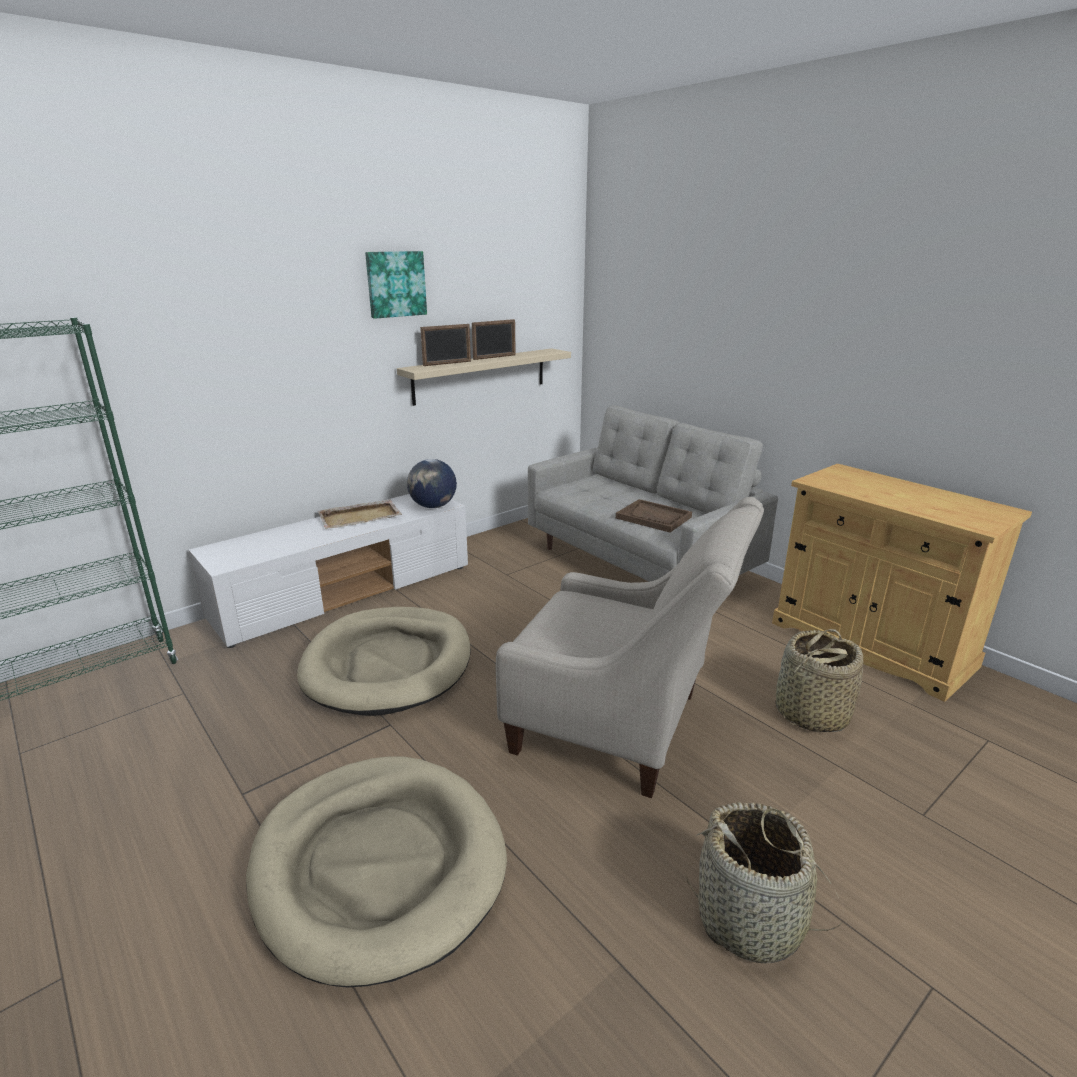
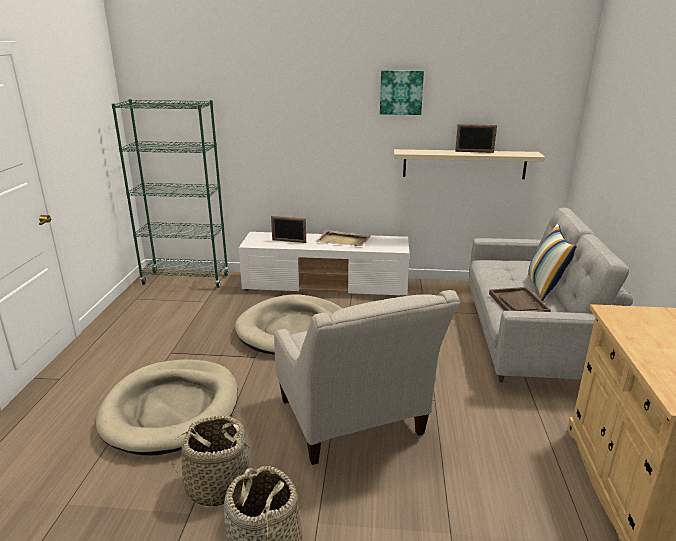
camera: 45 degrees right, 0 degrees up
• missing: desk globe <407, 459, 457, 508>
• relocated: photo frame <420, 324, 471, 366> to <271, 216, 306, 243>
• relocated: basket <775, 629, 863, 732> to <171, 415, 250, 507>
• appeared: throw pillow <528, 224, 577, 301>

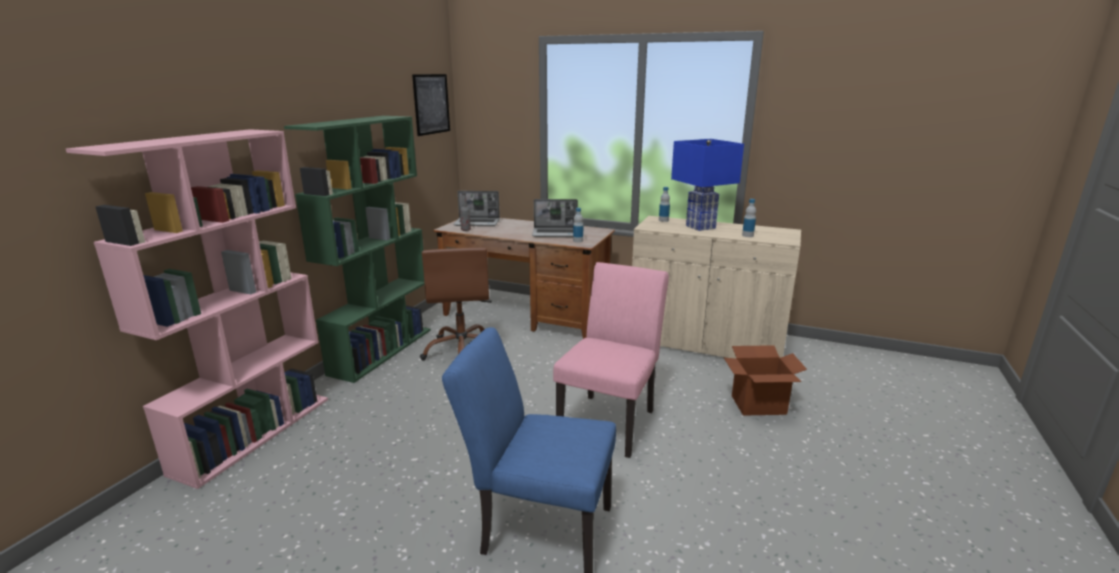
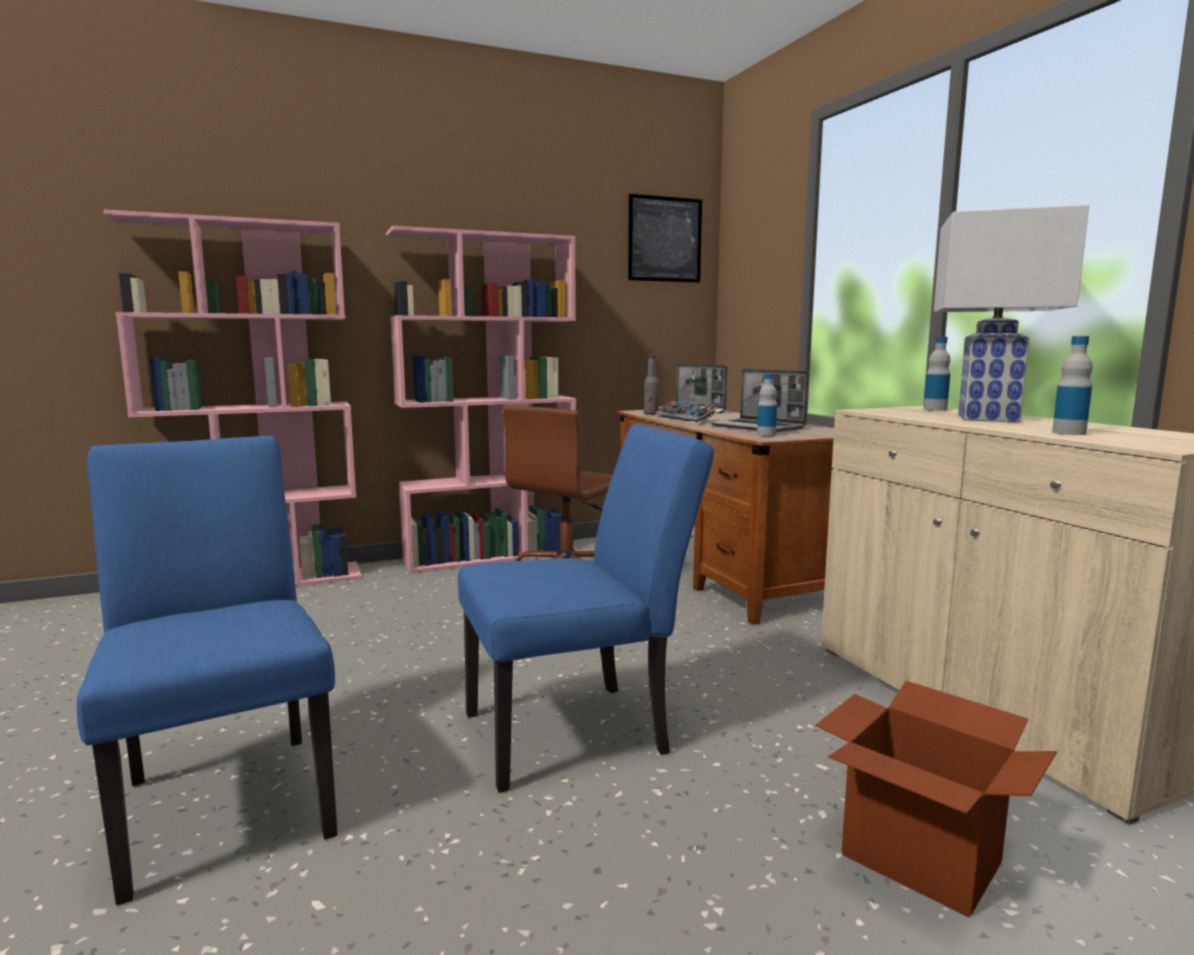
camera: 45 degrees right, 10 degrees down
• colour: bookshelf (green) <284, 116, 431, 383> to bookshelf (pinkish) <386, 226, 577, 573>
• colour: chair (pinkish) <553, 262, 669, 458> to chair (bluish) <458, 424, 714, 793>
• colour: lamp for a table (bluish) <671, 139, 744, 231> to lamp for a table (white) <934, 205, 1089, 422>
• appeared: keyboard <656, 401, 723, 424>

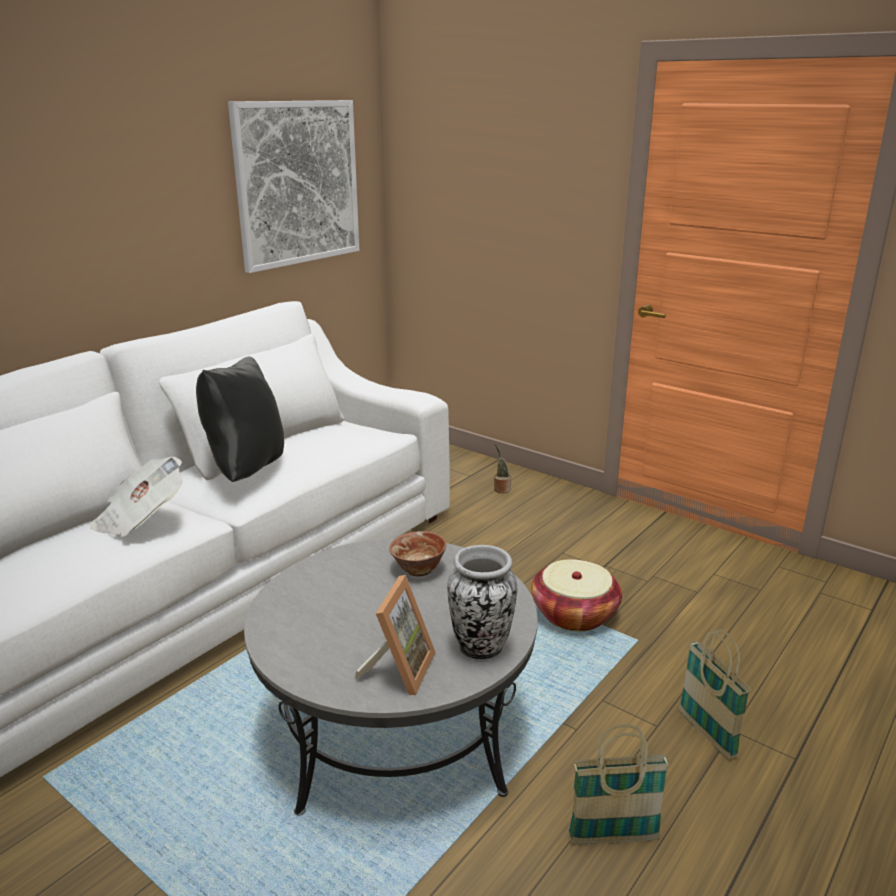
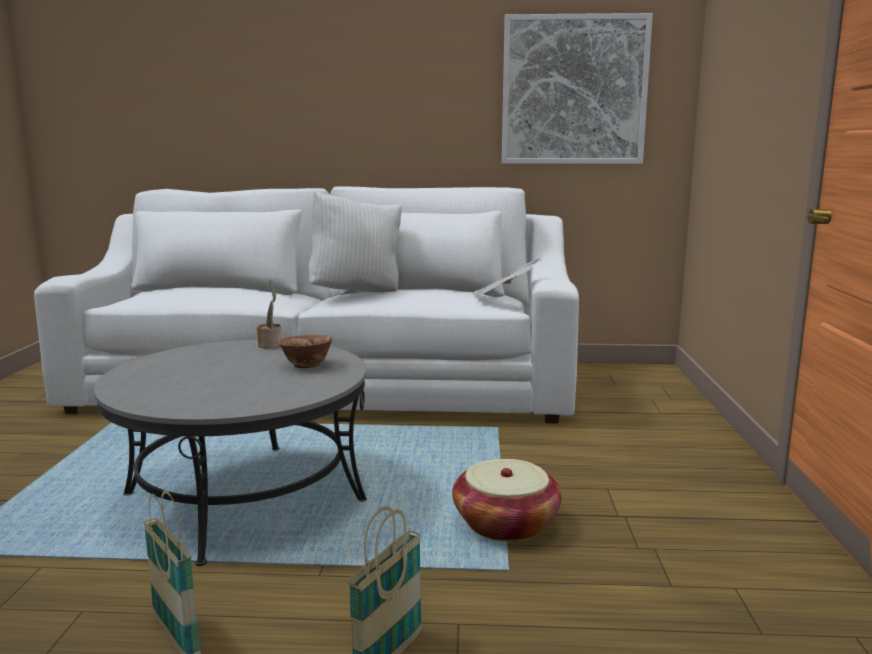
camera: 55 degrees right, 10 degrees down
• relocated: printed paper <90, 457, 183, 537> to <472, 258, 542, 296>
• colour: throw pillow (black) <196, 356, 284, 482> to throw pillow (white) <308, 191, 402, 292>
• missing: photo frame <355, 575, 436, 695>
• missing: vase <447, 545, 517, 660>
• relocated: houseplant <494, 444, 511, 493> to <257, 280, 281, 348>

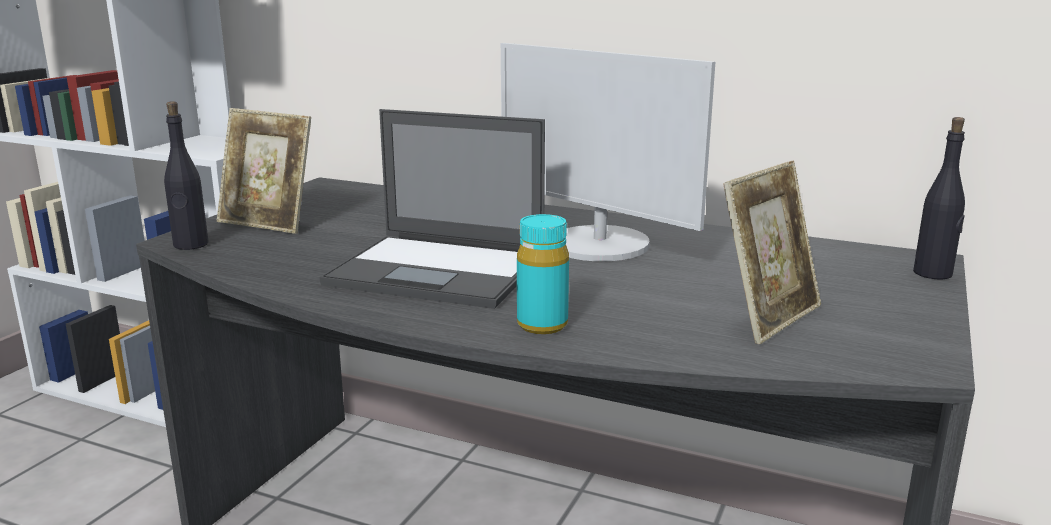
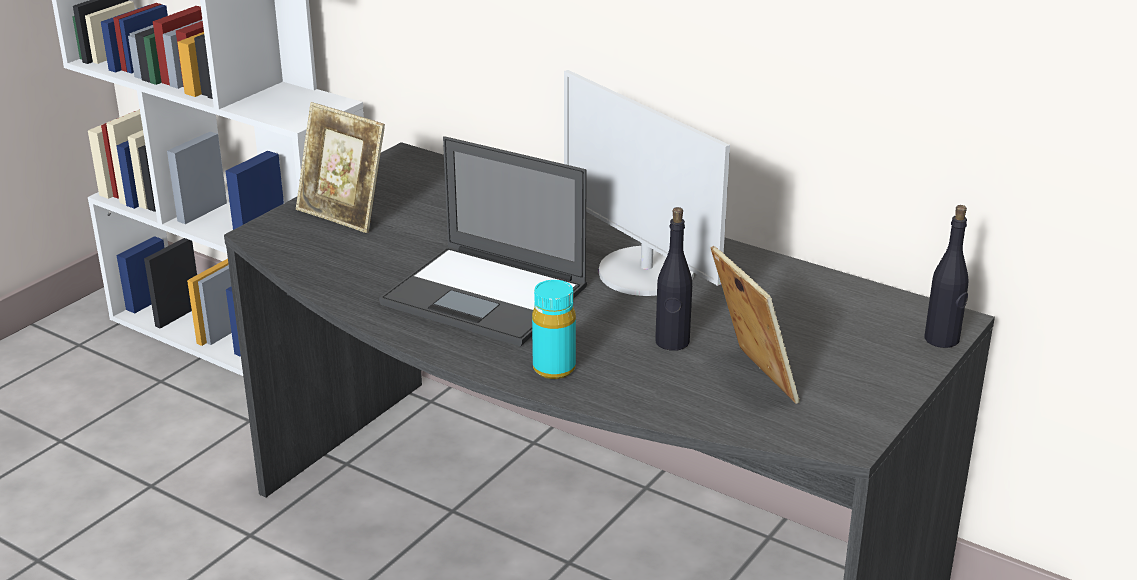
camera: 10 degrees right, 10 degrees up
• relocated: bottle (black) <164, 101, 209, 250> to <655, 207, 692, 351>
• spun: photo frame <723, 160, 821, 344> = <711, 246, 800, 404> 75 degrees counterclockwise

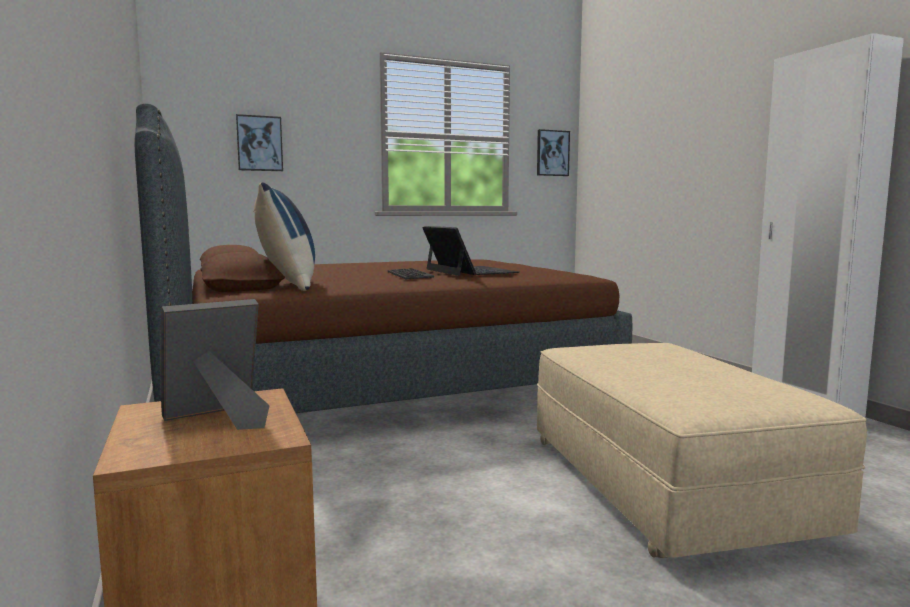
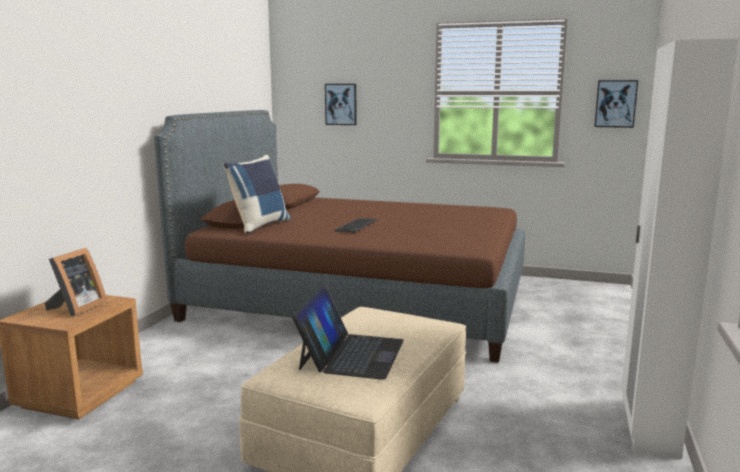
camera: 40 degrees right, 5 degrees up
• spun: photo frame <161, 299, 270, 430> = <44, 248, 107, 316> 105 degrees clockwise
• relocated: notebook computer <422, 226, 519, 276> to <292, 285, 404, 380>

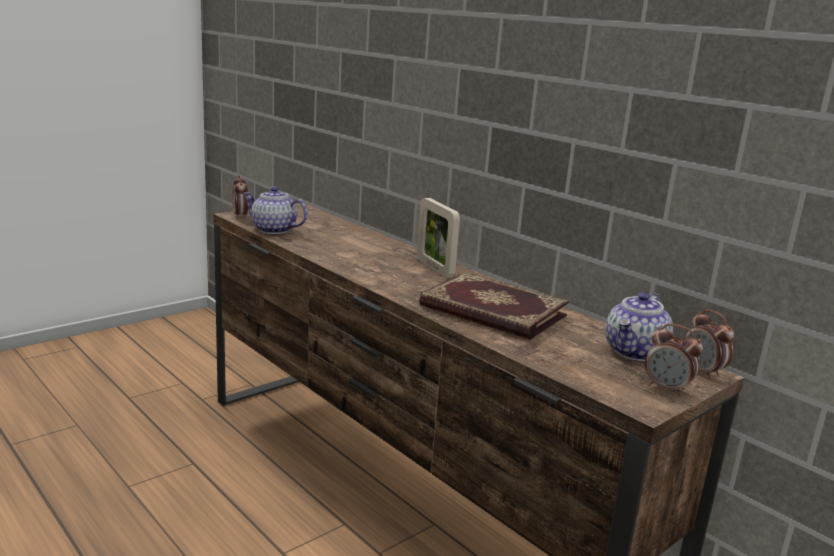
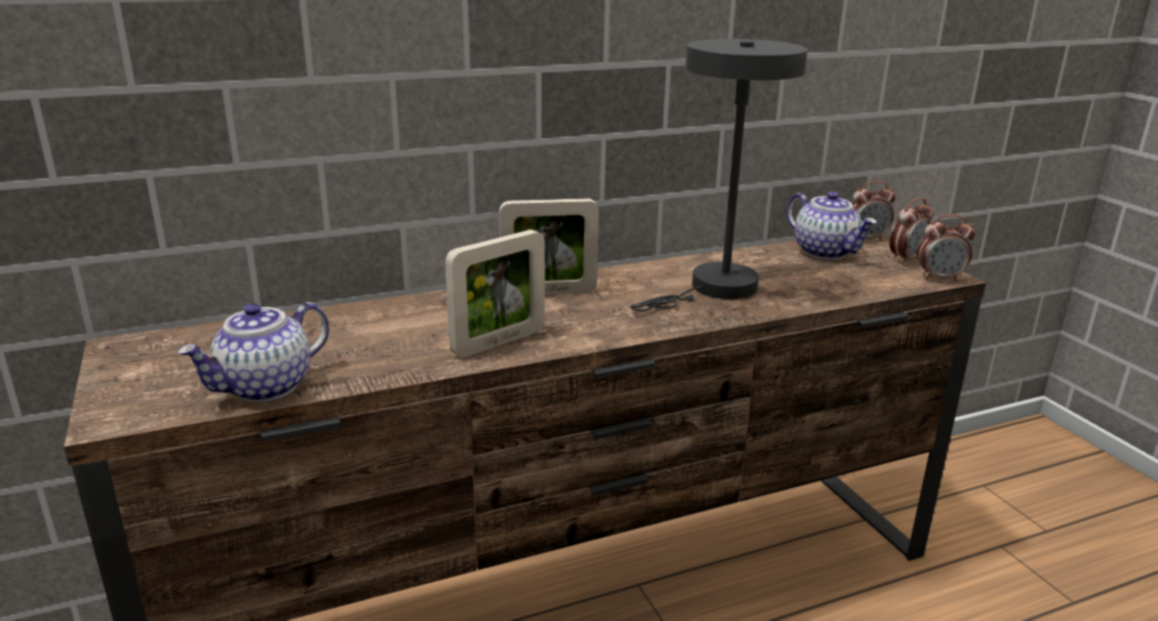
camera: 70 degrees left, 5 degrees up
• relocated: table clock <233, 174, 248, 219> to <917, 214, 975, 282>
• exchanged: bound book <419, 272, 569, 340> to lamp for a table (grey) <630, 39, 808, 311>
• appeared: photo frame <445, 230, 545, 358>

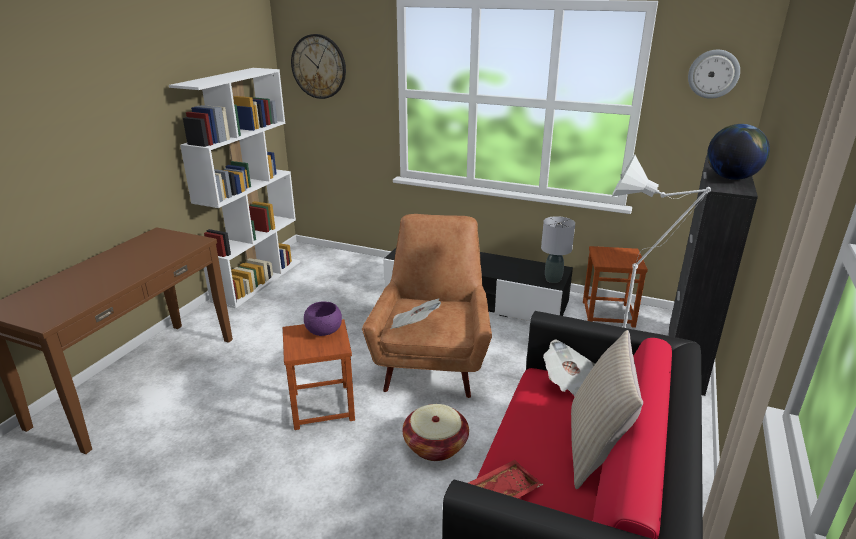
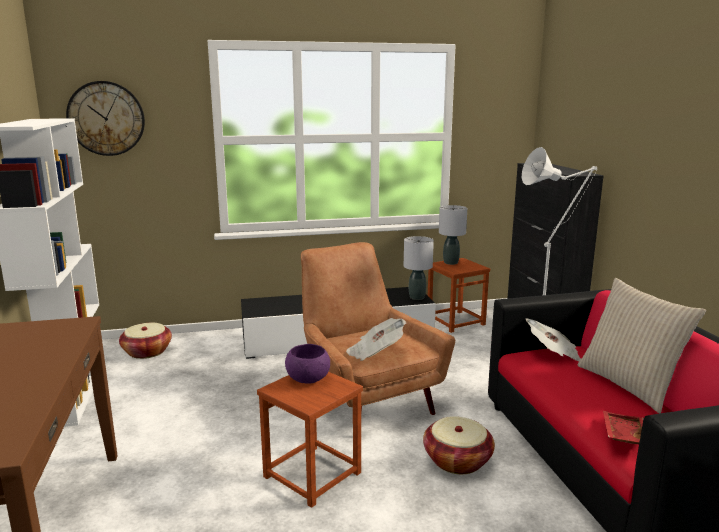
camera: 35 degrees left, 10 degrees down
• missing: clock on the wall <688, 50, 740, 99>
• missing: desk globe <707, 124, 770, 180>
• appeared: basket <119, 323, 172, 359>
• appeared: lamp for a table (grey) <439, 205, 467, 265>

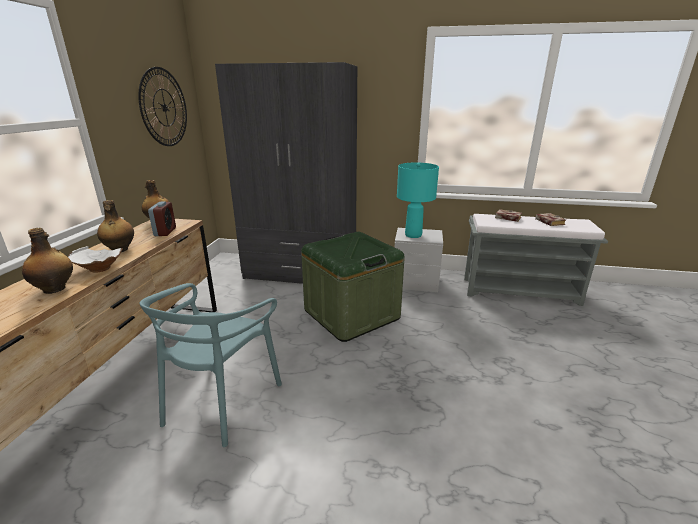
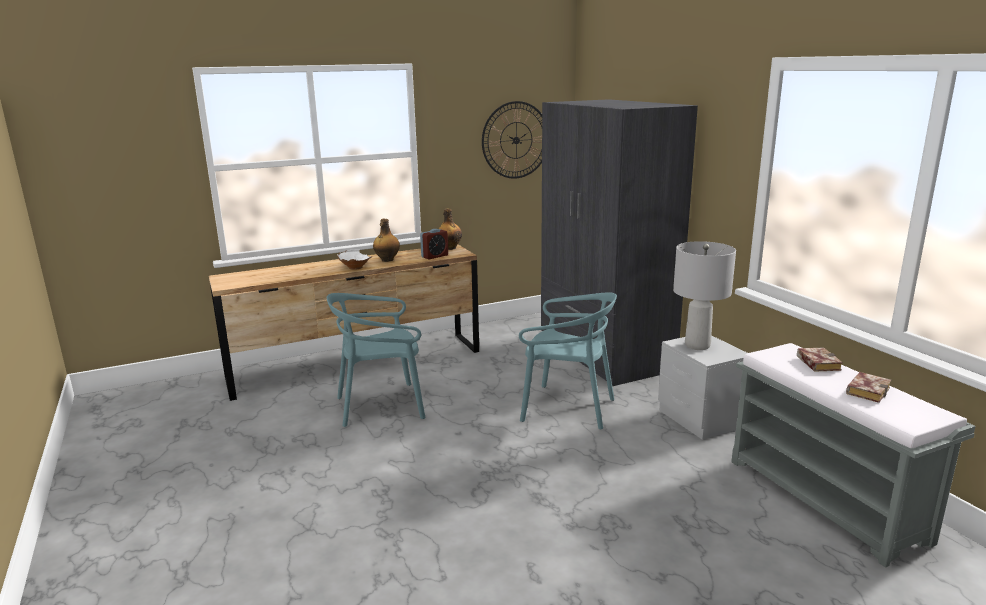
camera: 55 degrees right, 5 degrees down
• missing: bottle <22, 228, 73, 294>
• exchanged: storage container (green) <301, 232, 405, 342> to chair (turquoise-coloured) <519, 292, 617, 430>
• colour: lamp for a table (turquoise-coloured) <397, 163, 439, 238> to lamp for a table (grey) <673, 241, 736, 350>

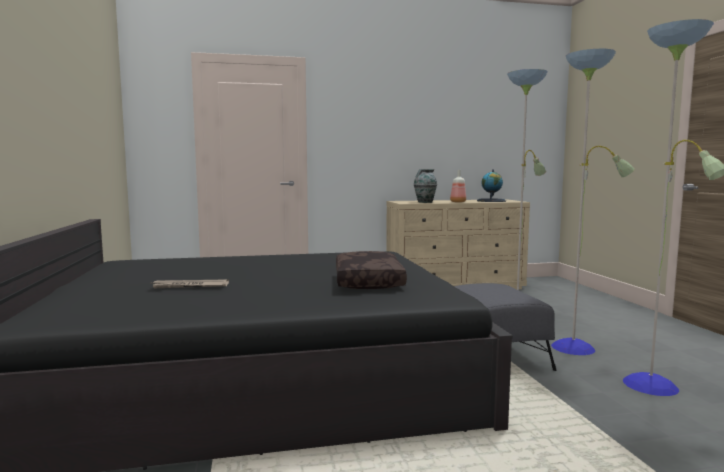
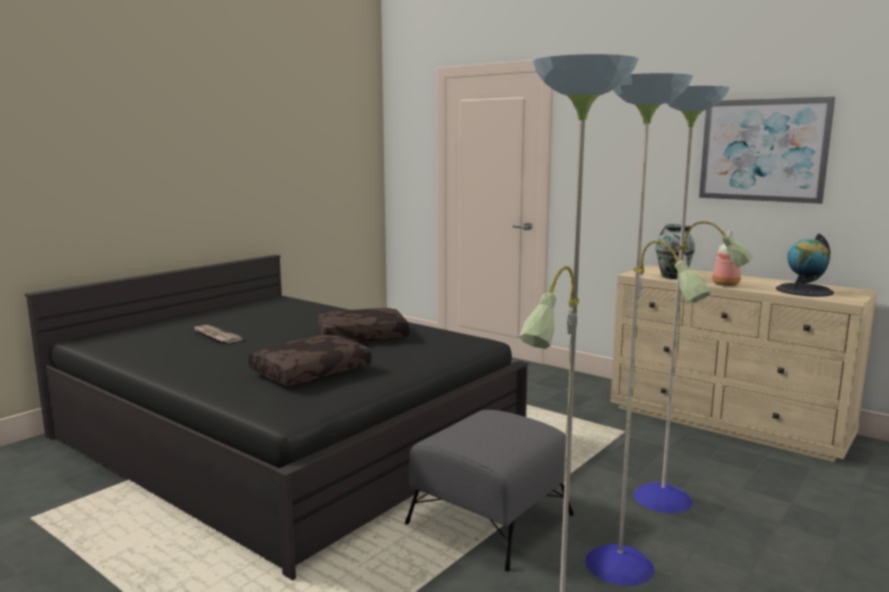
camera: 50 degrees right, 5 degrees up
• appeared: throw pillow (brown-coloured) <317, 308, 409, 342>
• appeared: wall art <699, 97, 835, 204>

